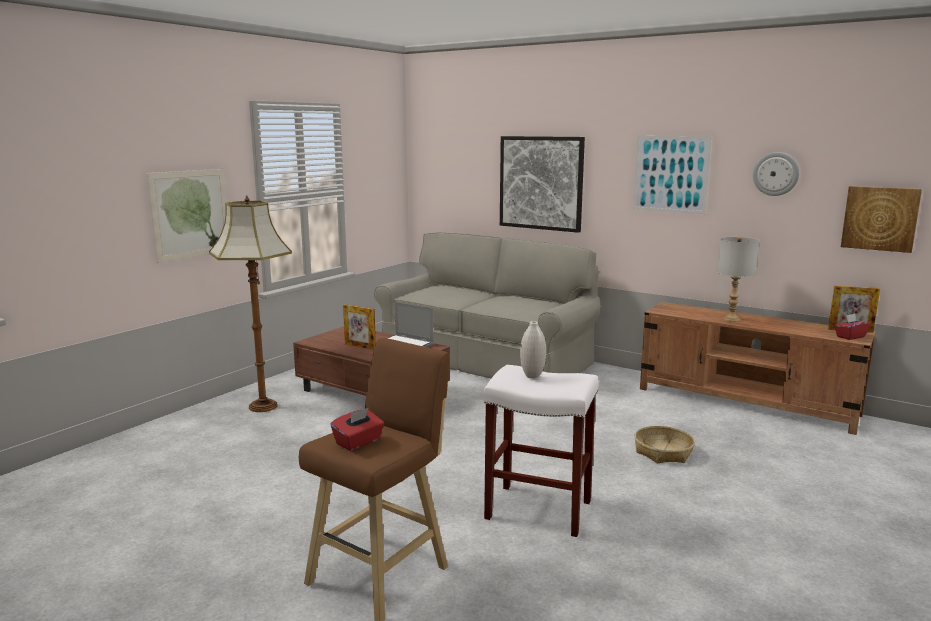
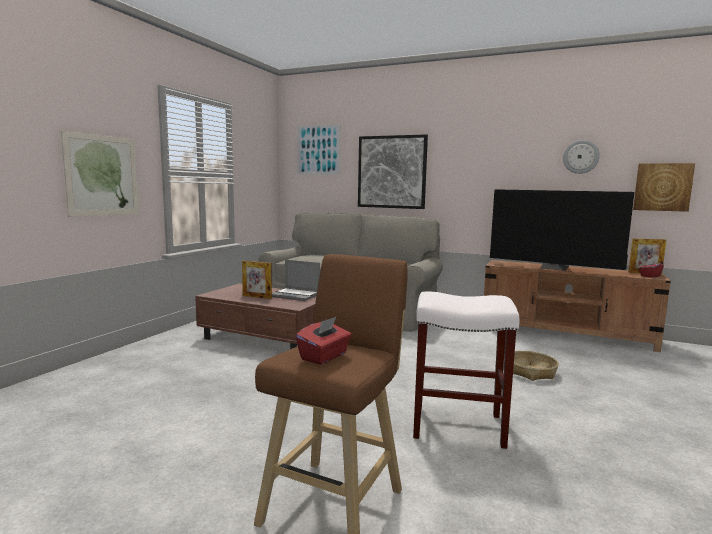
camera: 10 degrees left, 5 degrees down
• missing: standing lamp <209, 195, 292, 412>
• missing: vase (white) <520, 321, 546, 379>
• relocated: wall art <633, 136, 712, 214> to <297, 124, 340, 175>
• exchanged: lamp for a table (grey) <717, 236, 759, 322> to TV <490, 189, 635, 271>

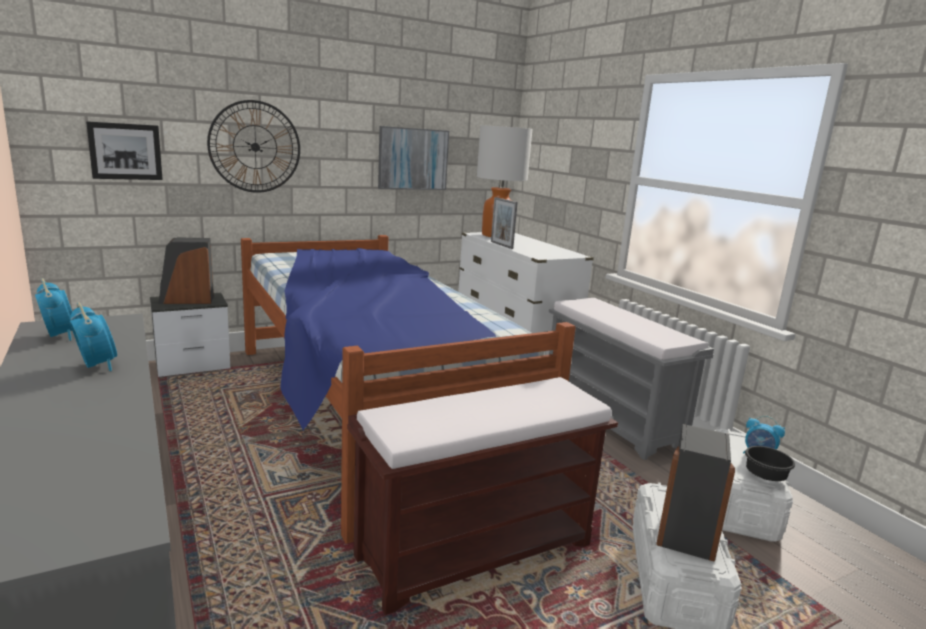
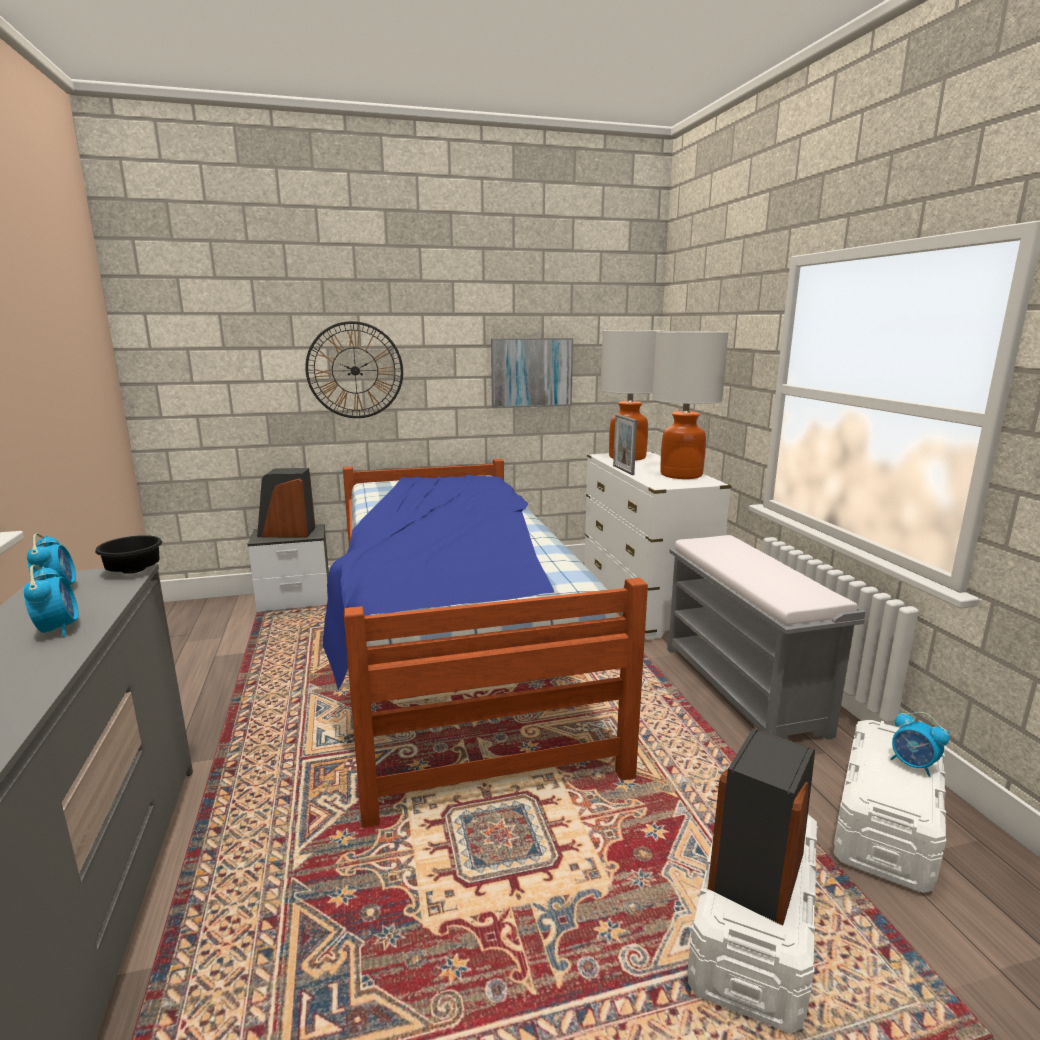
camera: 15 degrees right, 0 degrees up
• missing: wall art <86, 121, 163, 180>
• missing: indoor bench (brown-coloured) <347, 377, 618, 615>
• relocated: bowl (black) <745, 446, 795, 481> to <95, 535, 162, 574>
• appeared: lamp for a table <652, 331, 729, 479>

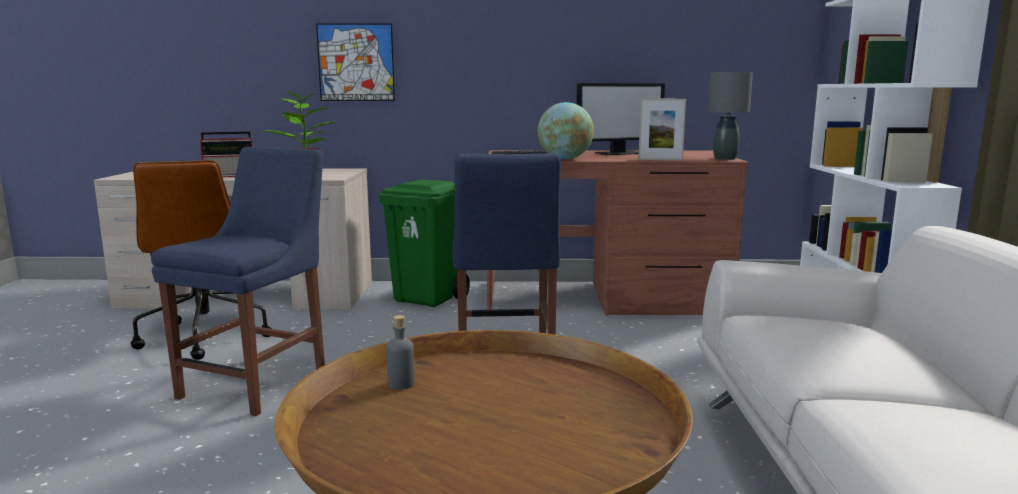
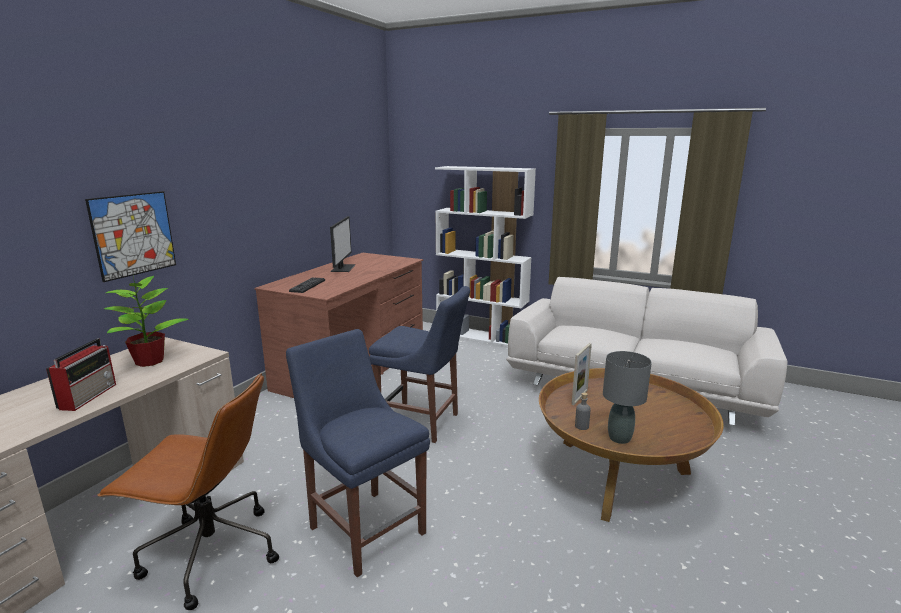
camera: 65 degrees left, 5 degrees up
• missing: rubbish bin (green) <379, 179, 470, 307>
• missing: desk globe <538, 102, 594, 159>
• relocated: photo frame <638, 99, 686, 161> to <572, 343, 592, 405>
• relocated: lamp for a table (grey) <707, 72, 753, 160> to <603, 351, 652, 444>

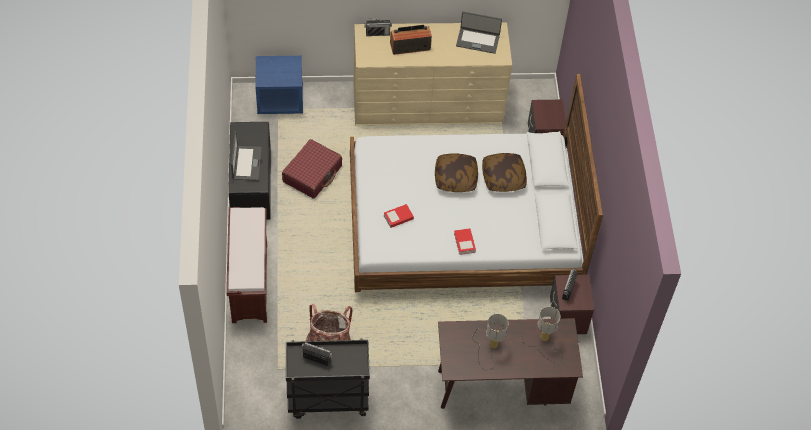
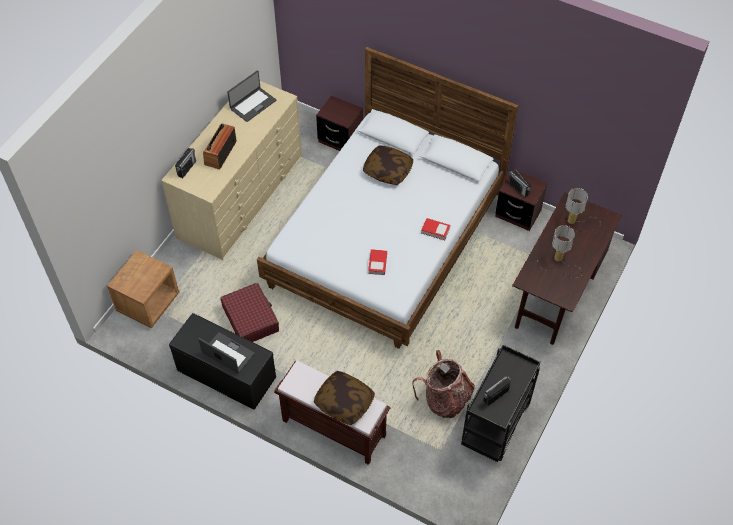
camera: 55 degrees left, 0 degrees up
• colour: bedside table (bluish) <256, 56, 303, 114> to bedside table (brown-coloured) <107, 250, 179, 329>
• relocated: throw pillow <435, 153, 478, 192> to <314, 371, 375, 425>

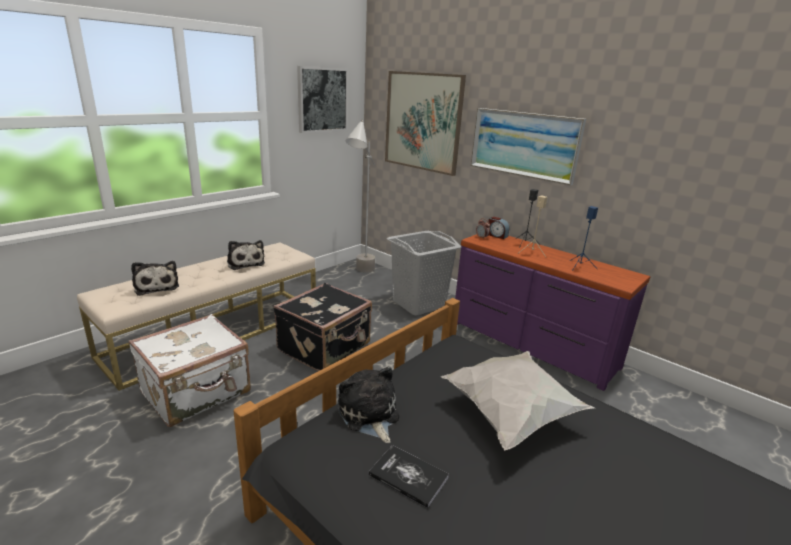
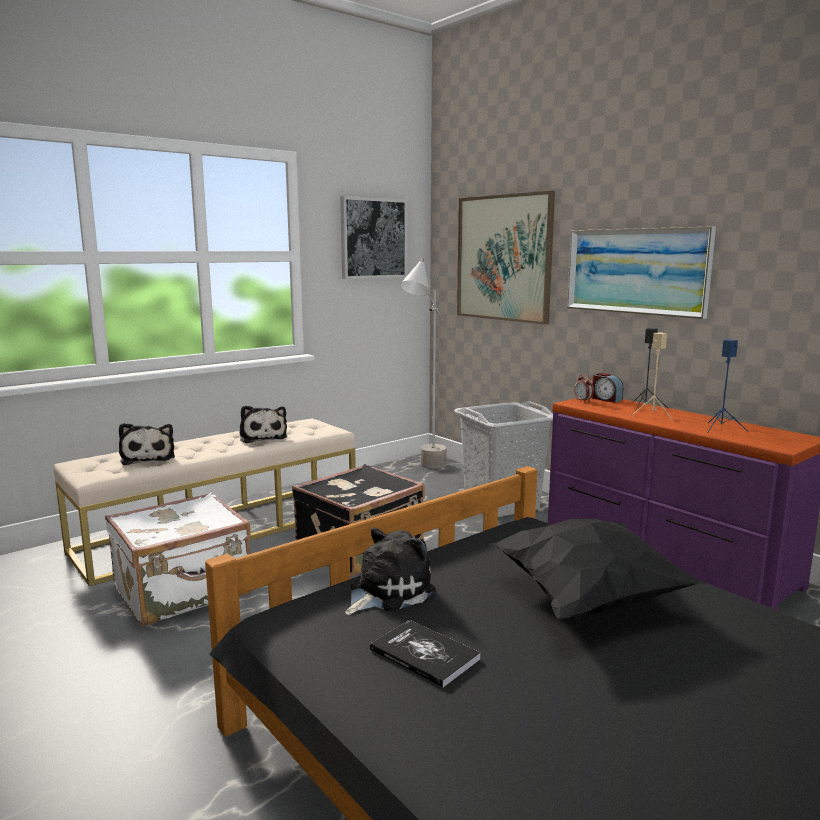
camera: 10 degrees right, 10 degrees down
• spun: cuddly toy <338, 367, 399, 443> = <345, 528, 436, 615> 60 degrees clockwise
• colour: throw pillow (white) <441, 351, 594, 450> to throw pillow (black) <489, 519, 709, 619>

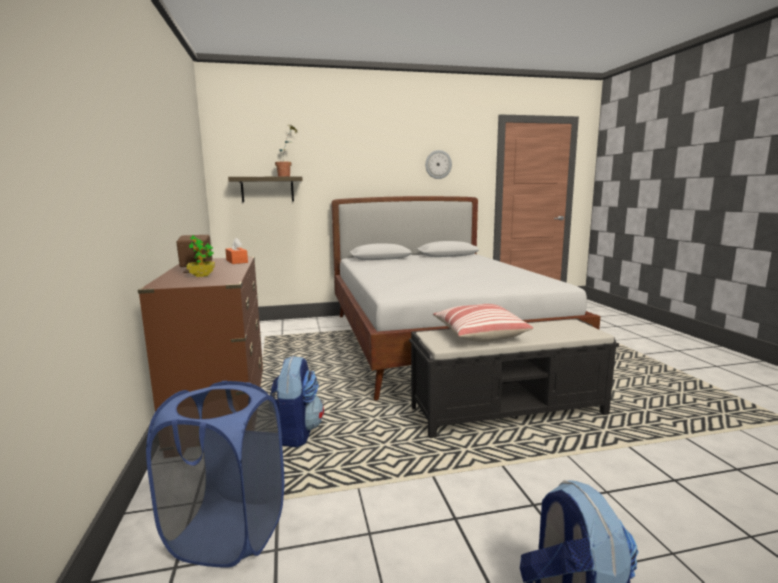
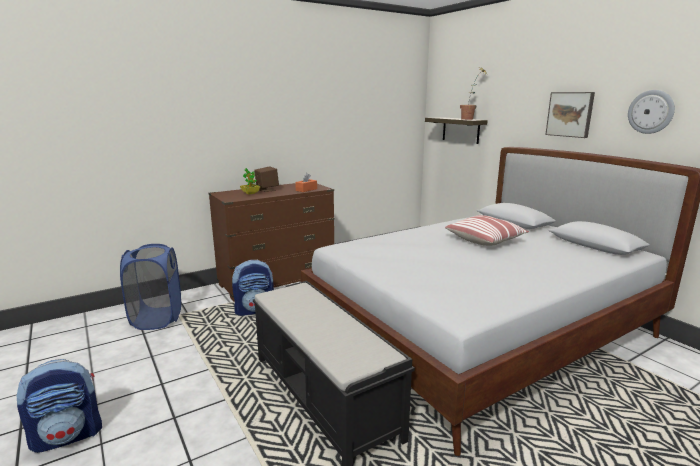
camera: 70 degrees right, 5 degrees up
• relocated: throw pillow <433, 304, 533, 342> to <445, 215, 529, 246>
• appeared: wall art <545, 92, 595, 138>

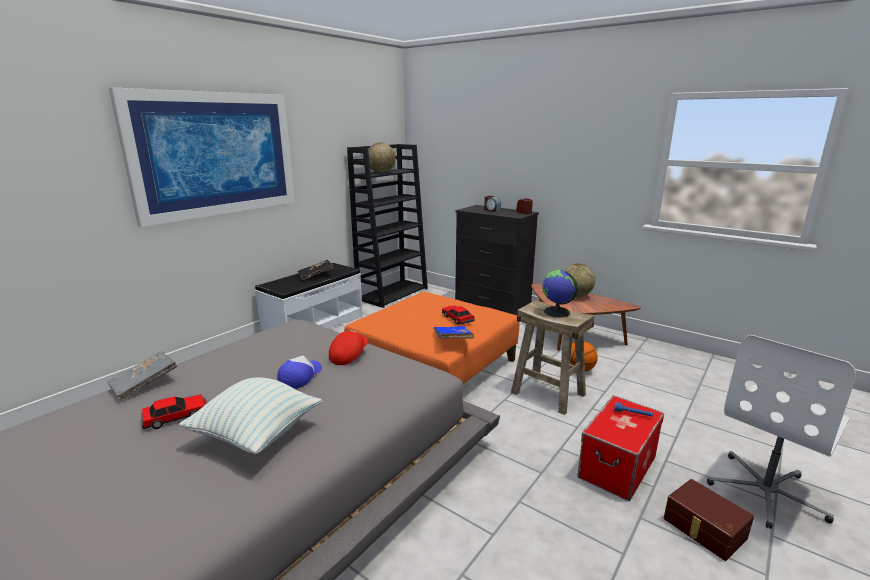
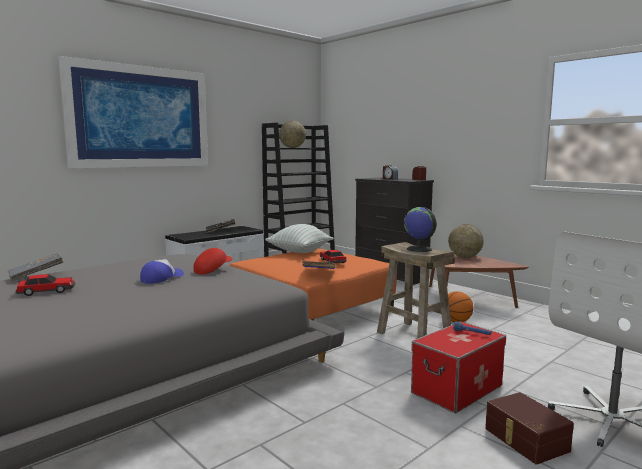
camera: 10 degrees right, 10 degrees down
• relocated: throw pillow <179, 377, 322, 454> to <265, 224, 334, 253>

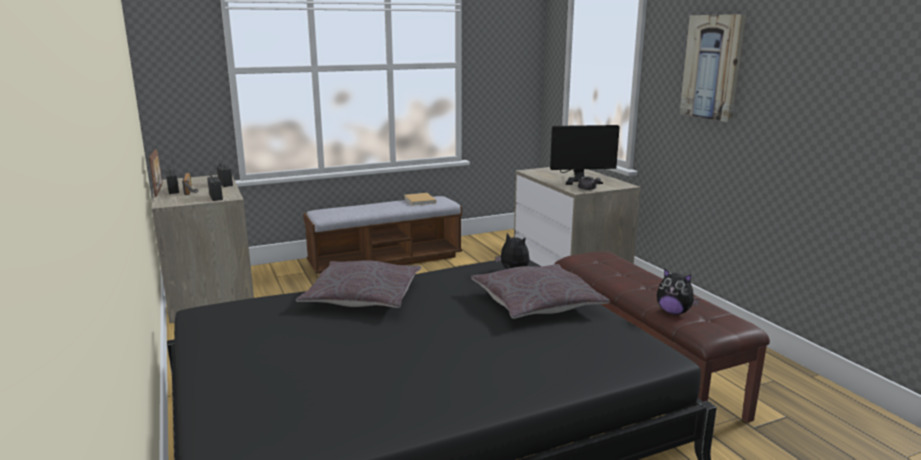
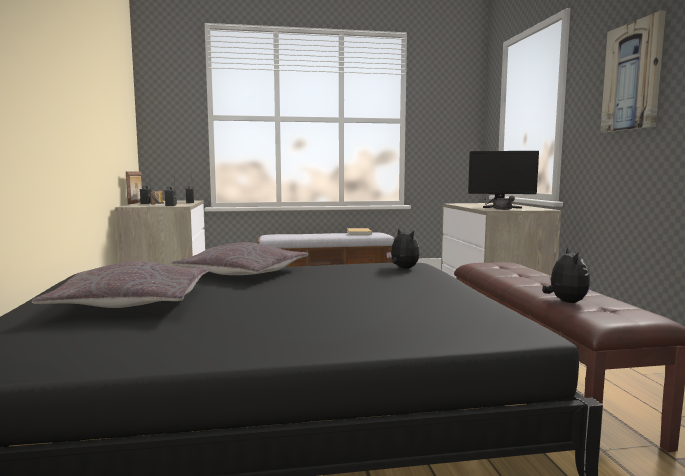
camera: 15 degrees right, 10 degrees down
• relocated: throw pillow (grey) <471, 264, 610, 319> to <32, 261, 209, 308>
• spun: cuddly toy <657, 268, 700, 315> = <542, 248, 590, 303> 135 degrees counterclockwise

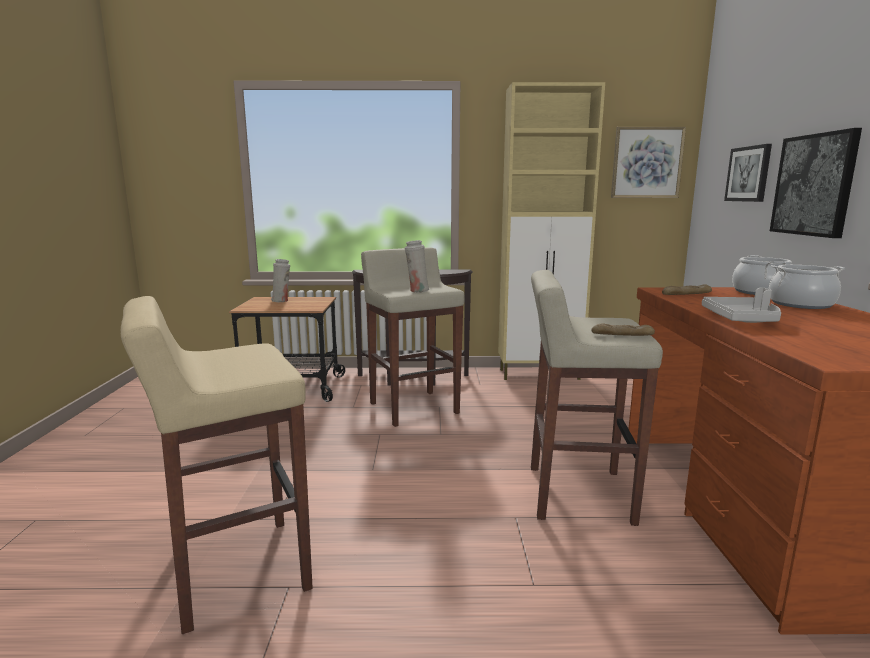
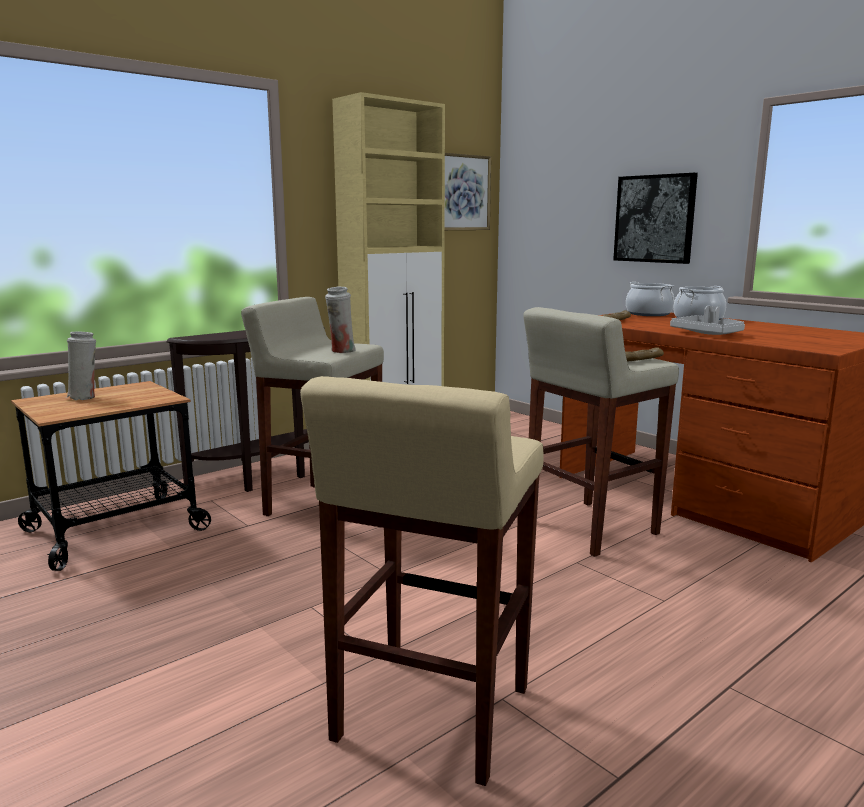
camera: 40 degrees left, 0 degrees up
• missing: wall art <724, 144, 772, 202>

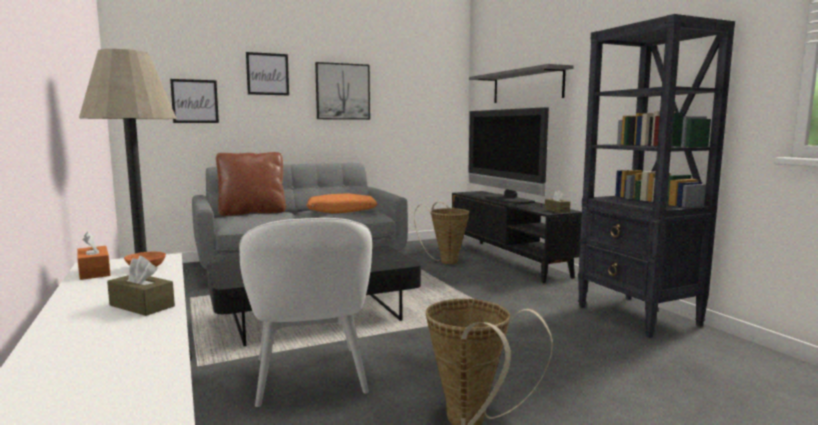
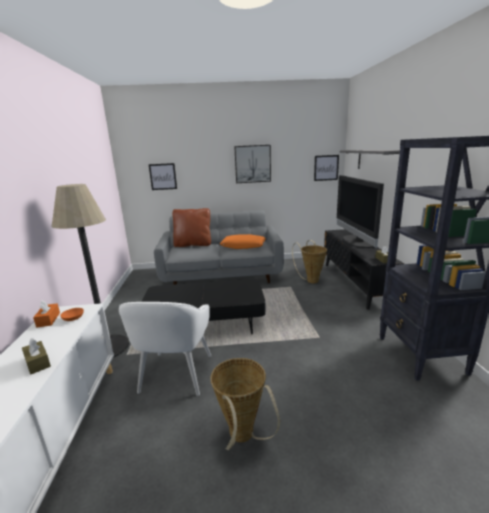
camera: 20 degrees right, 10 degrees up
• relocated: wall art <246, 52, 289, 95> to <314, 155, 339, 181>

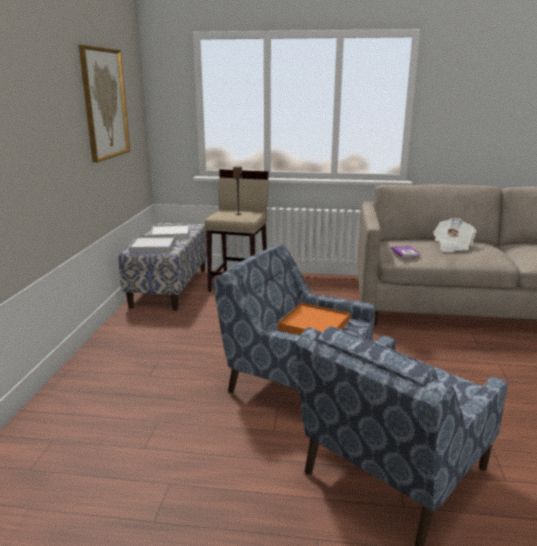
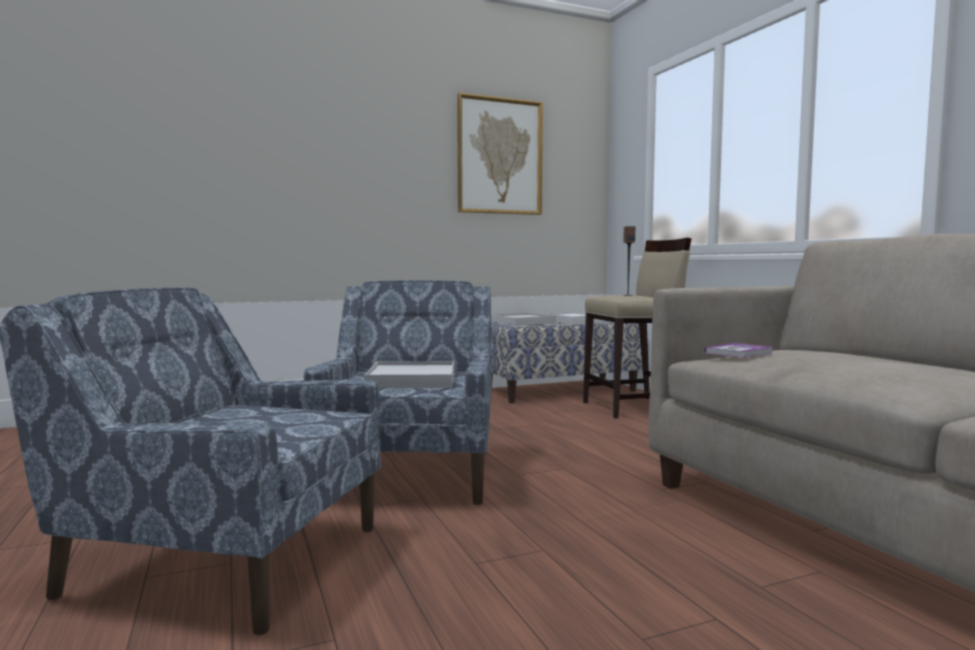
camera: 60 degrees right, 15 degrees down
• colour: carrying tray (orangey) <278, 303, 350, 335> to carrying tray (white) <364, 361, 454, 388>
• missing: printed paper <433, 218, 476, 252>

